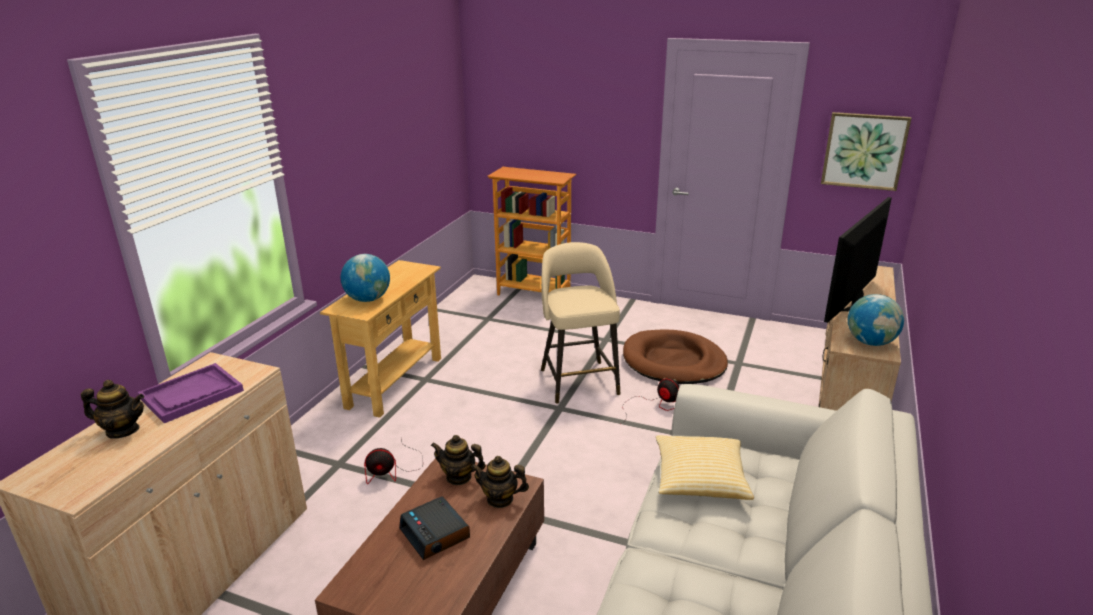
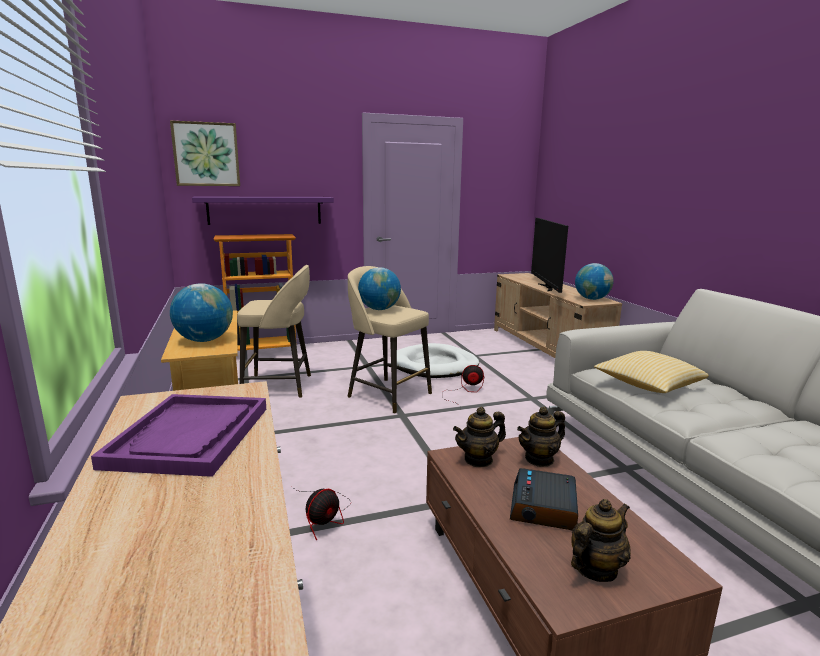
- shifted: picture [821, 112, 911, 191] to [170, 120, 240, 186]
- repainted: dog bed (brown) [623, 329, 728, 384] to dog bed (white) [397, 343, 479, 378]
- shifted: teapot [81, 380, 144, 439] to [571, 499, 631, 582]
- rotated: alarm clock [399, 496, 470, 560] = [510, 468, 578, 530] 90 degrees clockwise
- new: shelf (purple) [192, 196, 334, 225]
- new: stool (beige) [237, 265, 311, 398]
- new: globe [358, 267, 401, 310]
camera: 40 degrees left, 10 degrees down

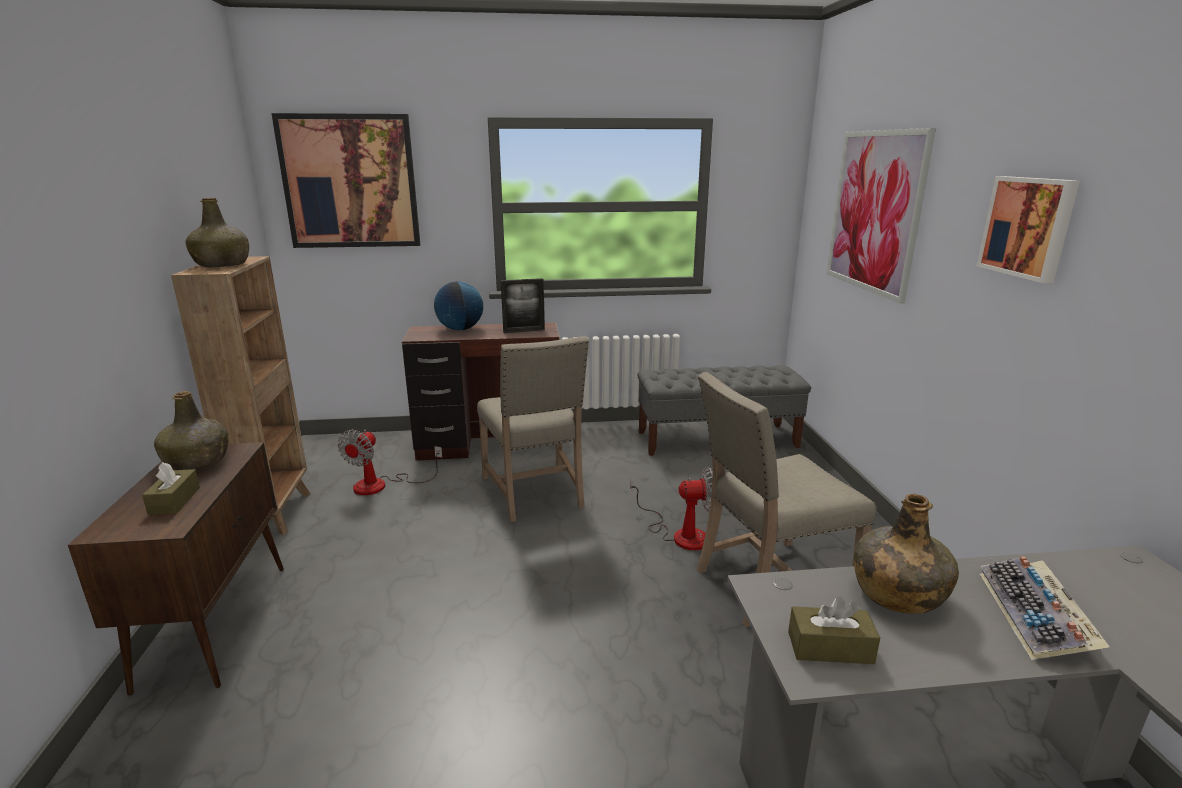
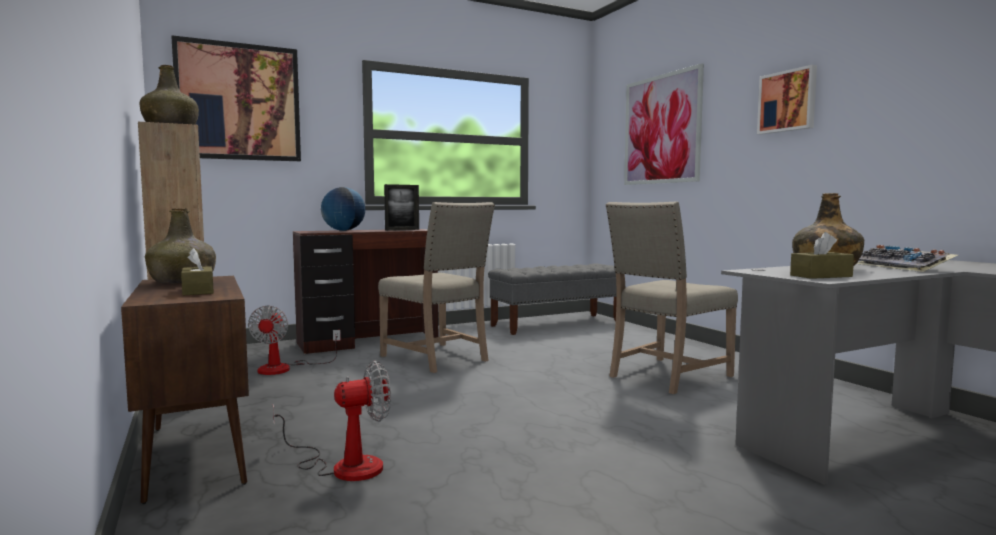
- shifted: fan [631, 467, 713, 550] to [273, 361, 391, 481]
camera: 20 degrees left, 15 degrees down

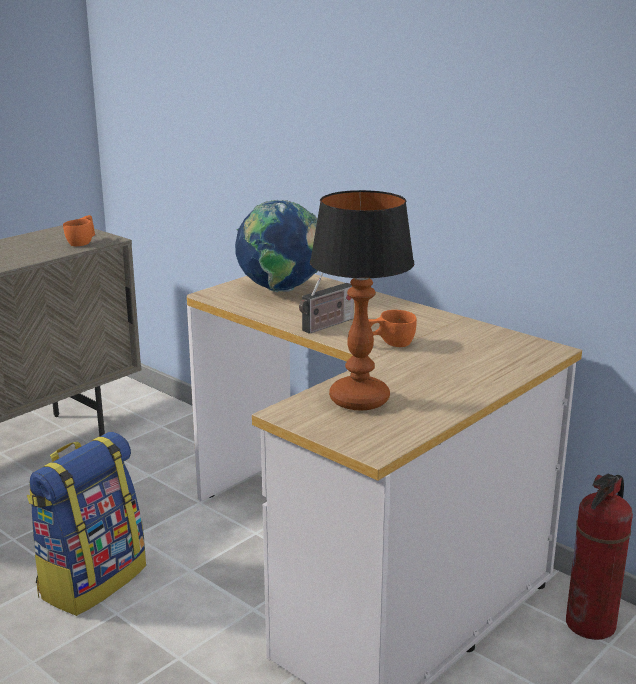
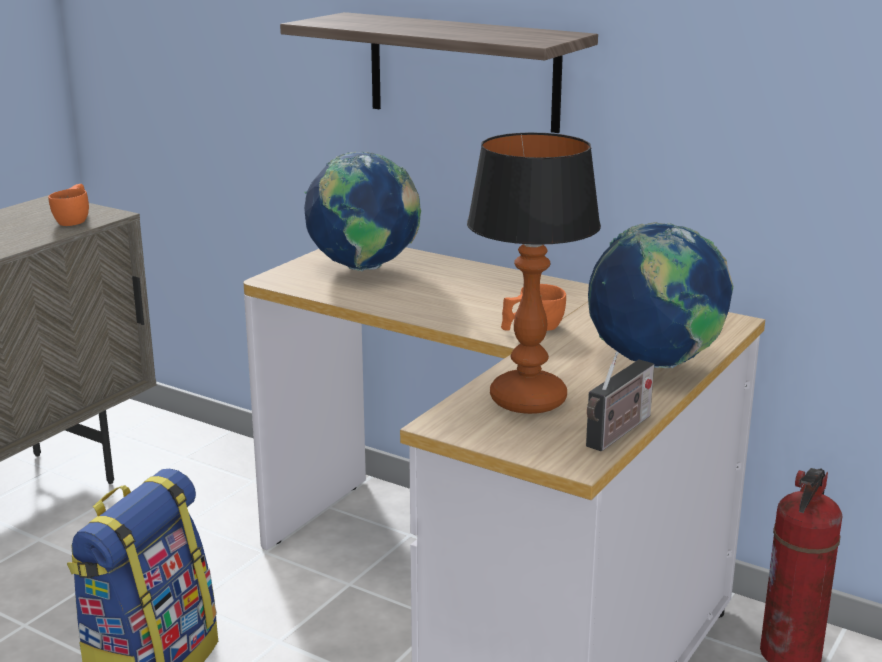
- shifted: radio [299, 273, 354, 334] to [586, 351, 654, 451]
- new: shelf [280, 12, 598, 133]
- new: globe [588, 222, 733, 368]
camera: 10 degrees left, 0 degrees up

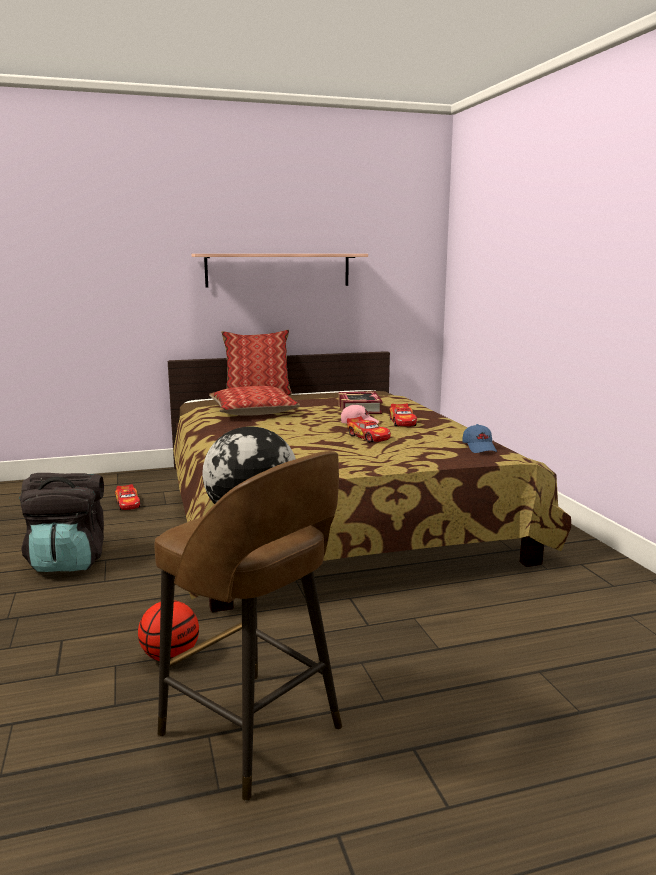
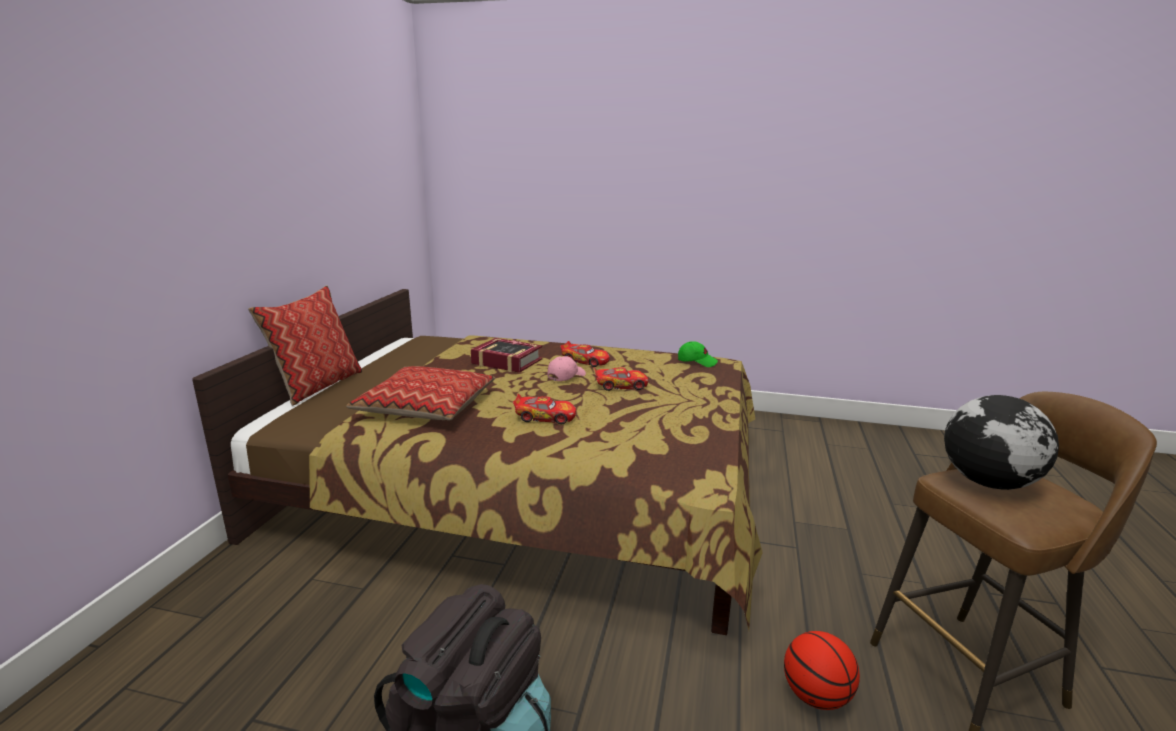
- gone: shelf [192, 254, 368, 288]
- repainted: cap (blue) [462, 424, 497, 453] to cap (green) [678, 341, 718, 367]
- shifted: toy car [115, 484, 140, 510] to [513, 394, 576, 424]
camera: 60 degrees left, 5 degrees up

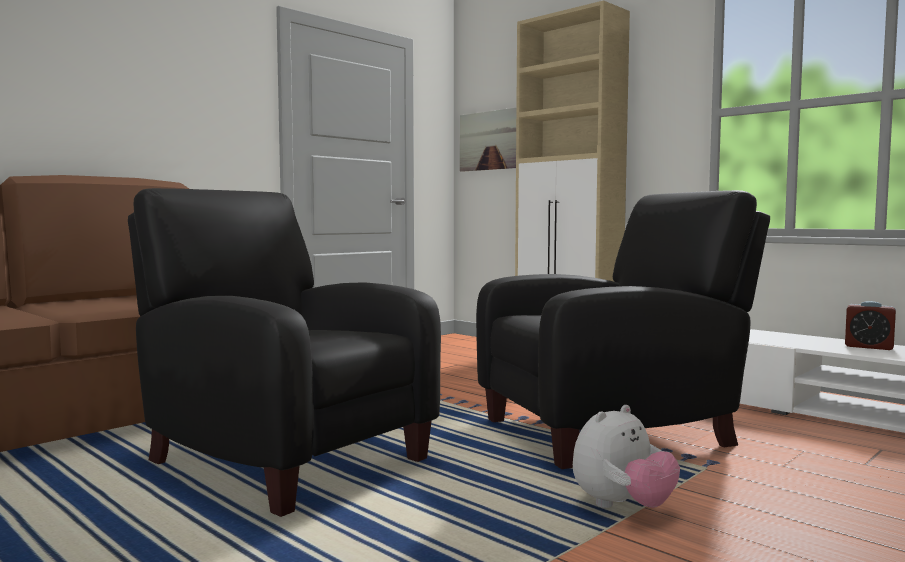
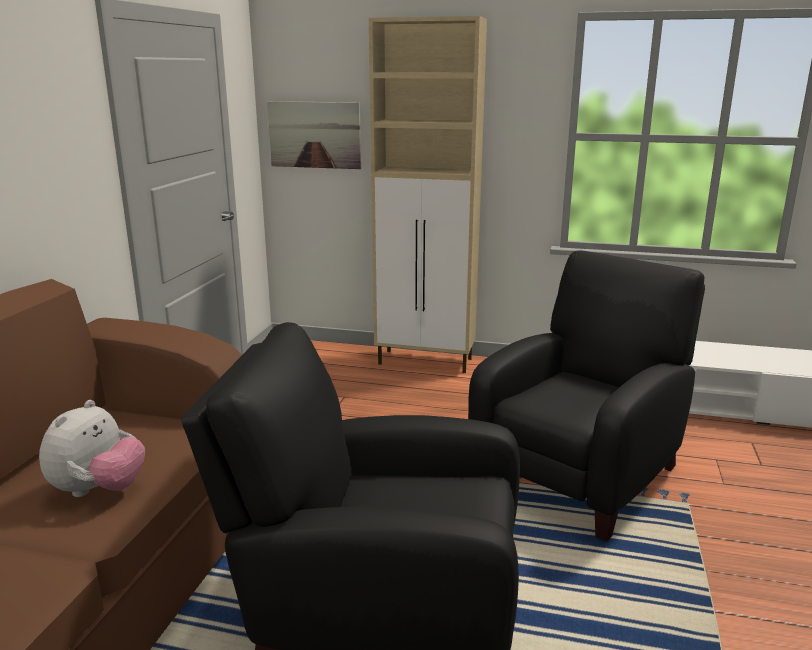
- gone: alarm clock [845, 301, 896, 350]
- shifted: plush toy [573, 405, 680, 508] to [39, 400, 145, 497]
camera: 30 degrees left, 15 degrees up

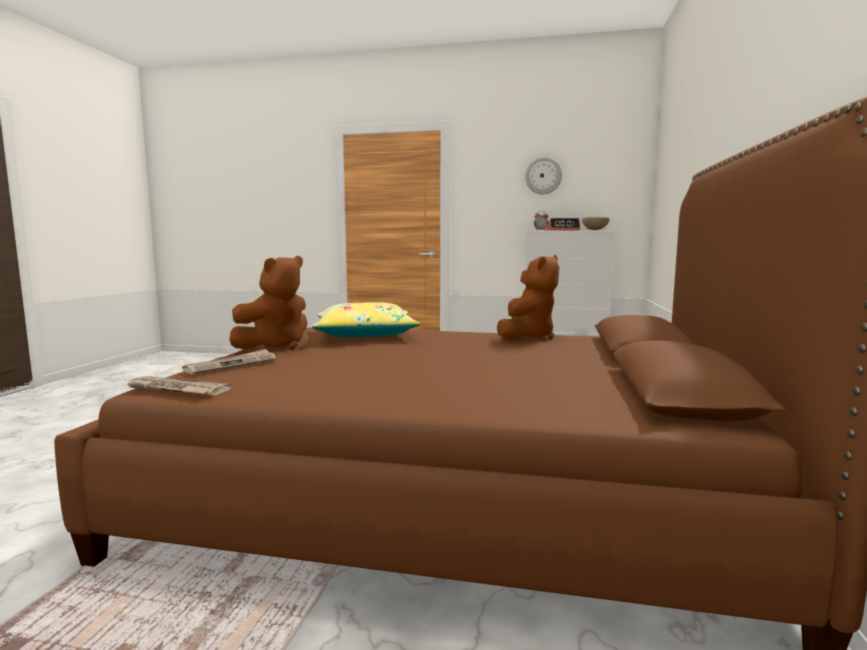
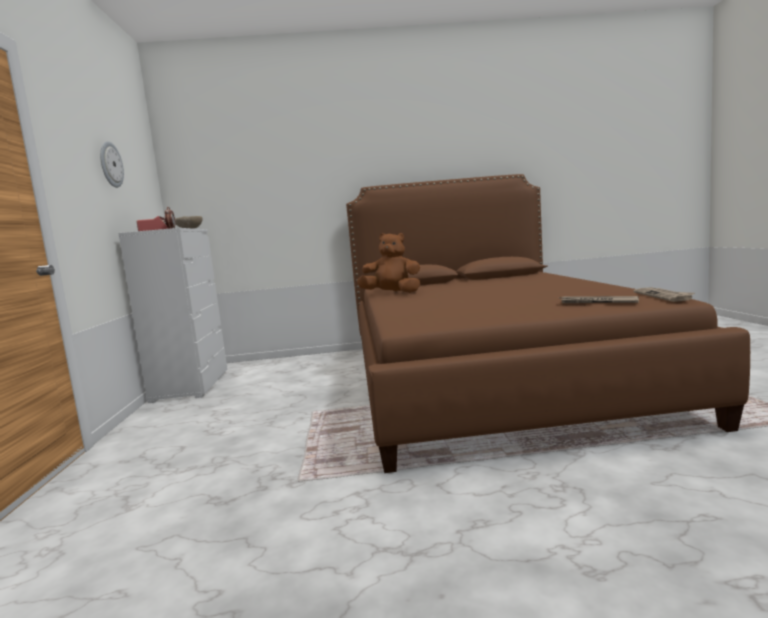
- gone: plush toy (brown) [230, 256, 307, 350]
- gone: pillow (yellow) [312, 302, 420, 337]
camera: 105 degrees left, 0 degrees up

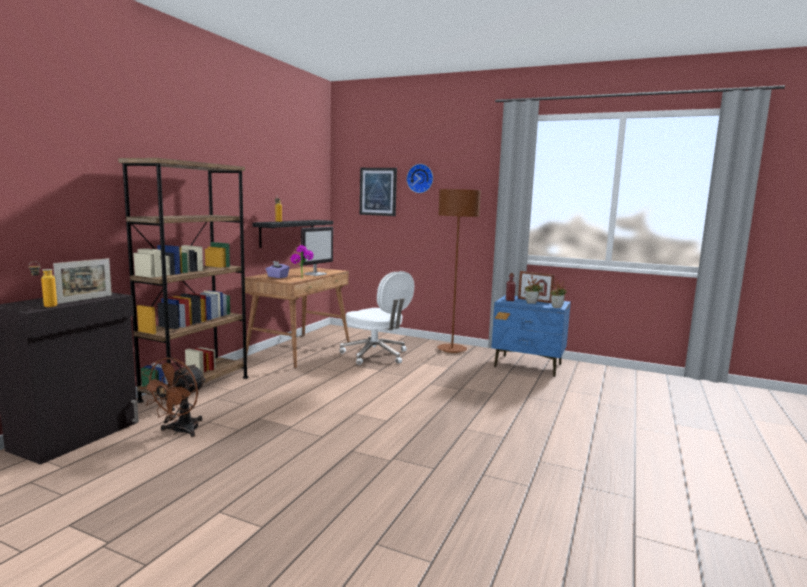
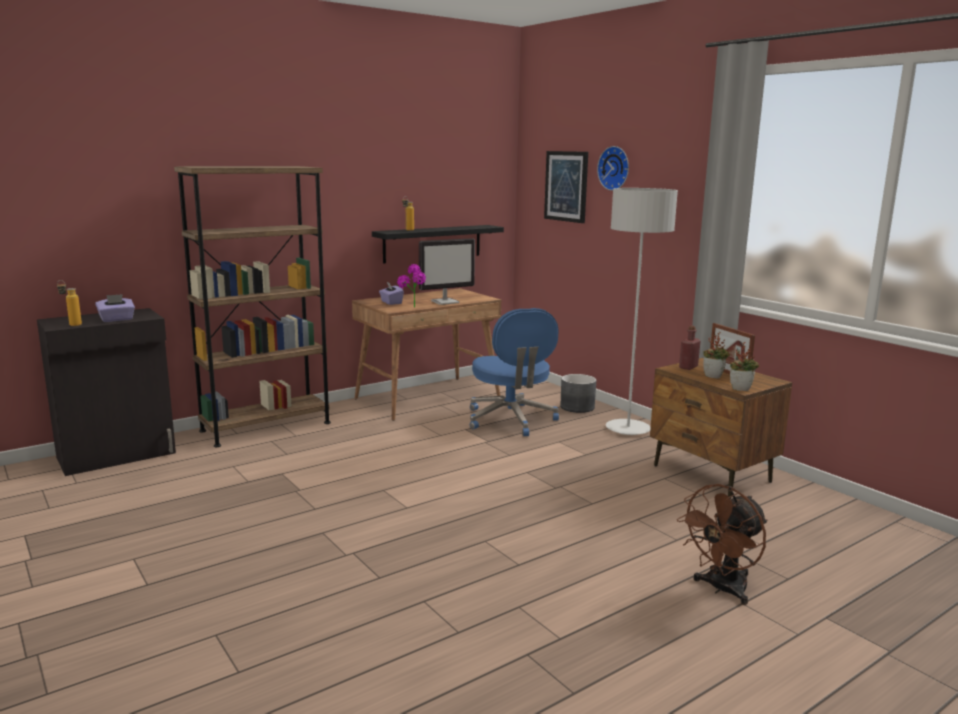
- repainted: floor lamp (brown) [437, 189, 481, 353] to floor lamp (grey) [606, 188, 678, 435]
- swapped: picture frame [53, 258, 112, 304] to tissue box (purple) [95, 294, 135, 322]
- repainted: office chair (white) [340, 271, 414, 365] to office chair (blue) [470, 308, 559, 436]
- repainted: nightstand (blue) [491, 295, 571, 377] to nightstand (brown) [650, 358, 792, 499]
- shifted: fan (brown) [140, 357, 206, 437] to [677, 484, 767, 605]
- new: planter (grey) [560, 374, 596, 413]
camera: 30 degrees right, 5 degrees up

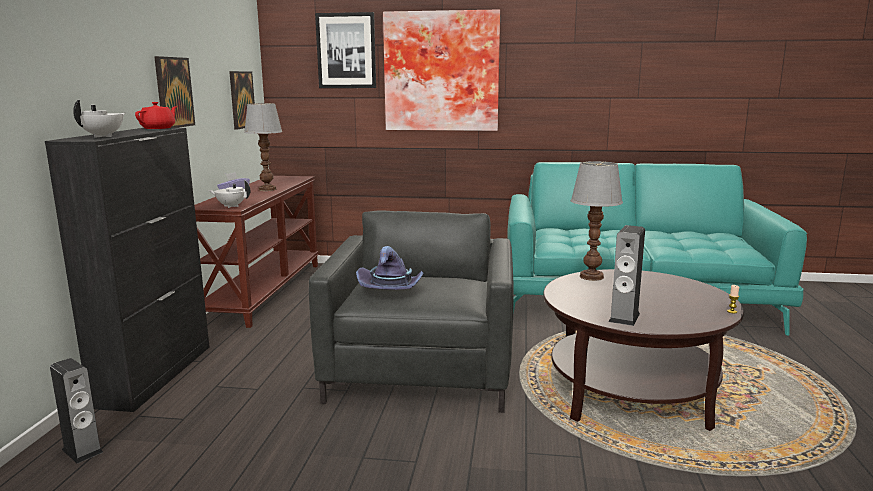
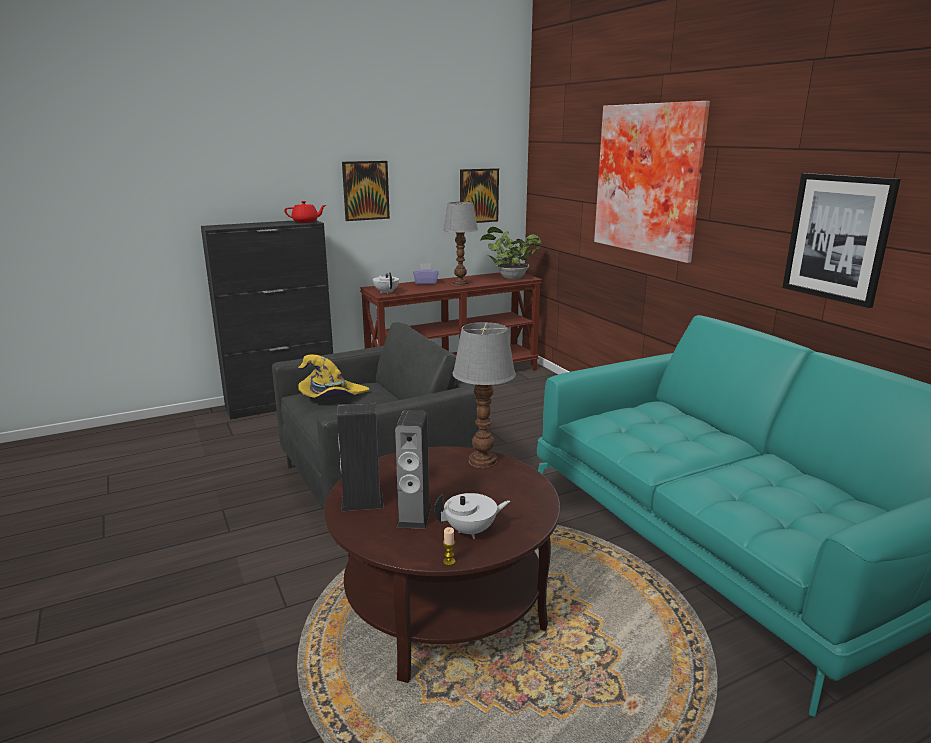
- shifted: picture [315, 12, 376, 88] to [782, 173, 901, 308]
- shifted: teapot (white) [73, 100, 125, 138] to [434, 493, 510, 539]
- repainted: hat (purple) [356, 246, 423, 290] to hat (yellow) [298, 354, 369, 398]
- shifted: speaker [50, 358, 103, 464] to [395, 410, 431, 529]
- new: potted plant [480, 227, 541, 280]
camera: 55 degrees right, 5 degrees up

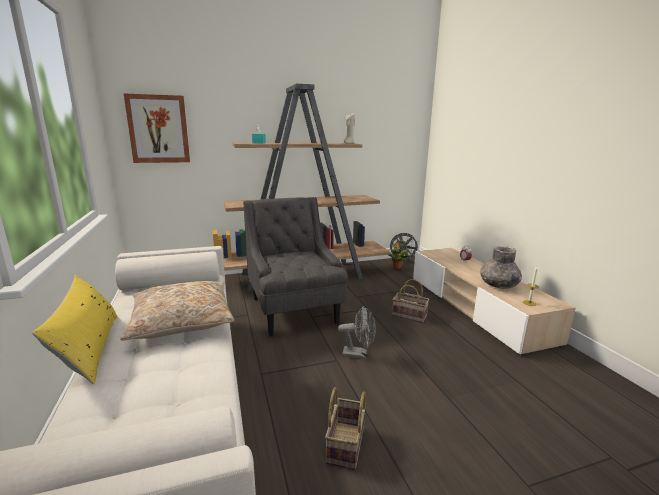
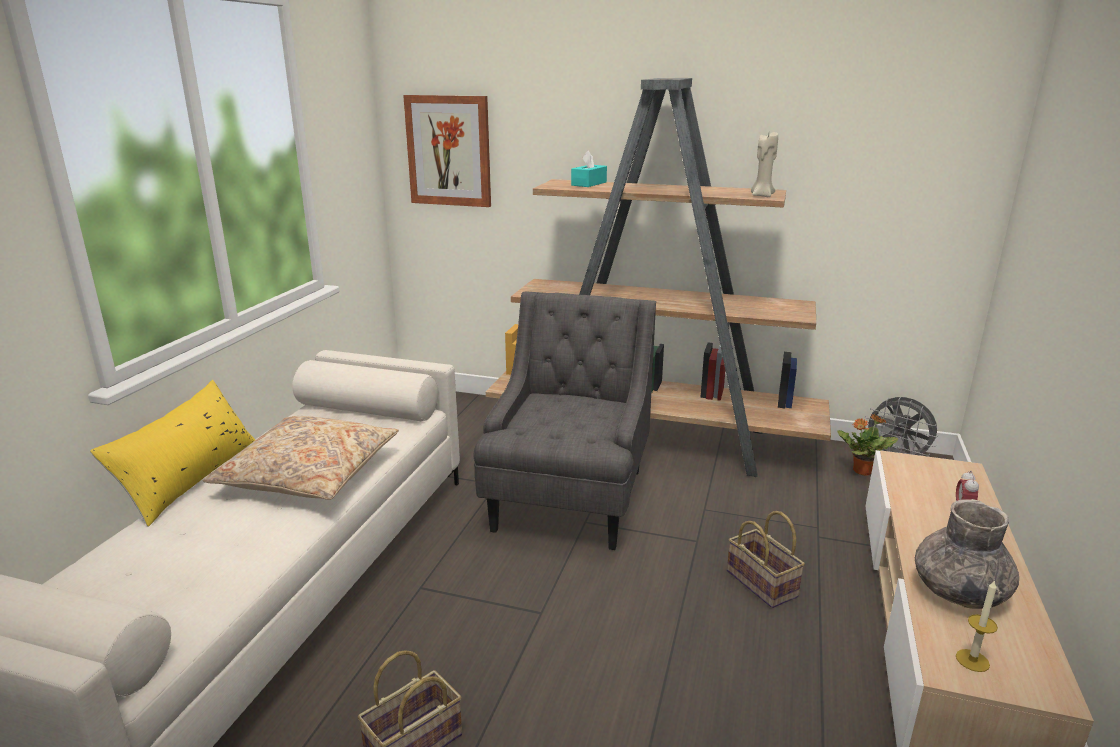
- gone: fan (grey) [338, 306, 376, 359]
camera: 35 degrees right, 5 degrees up

